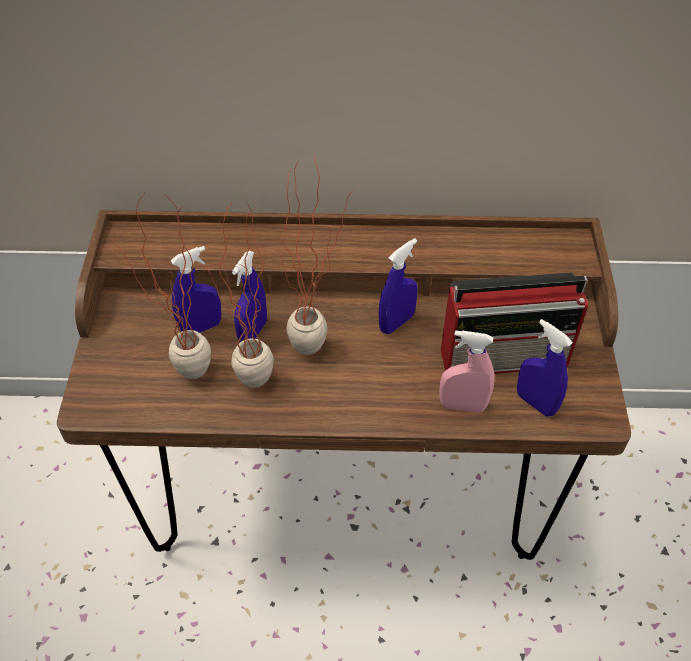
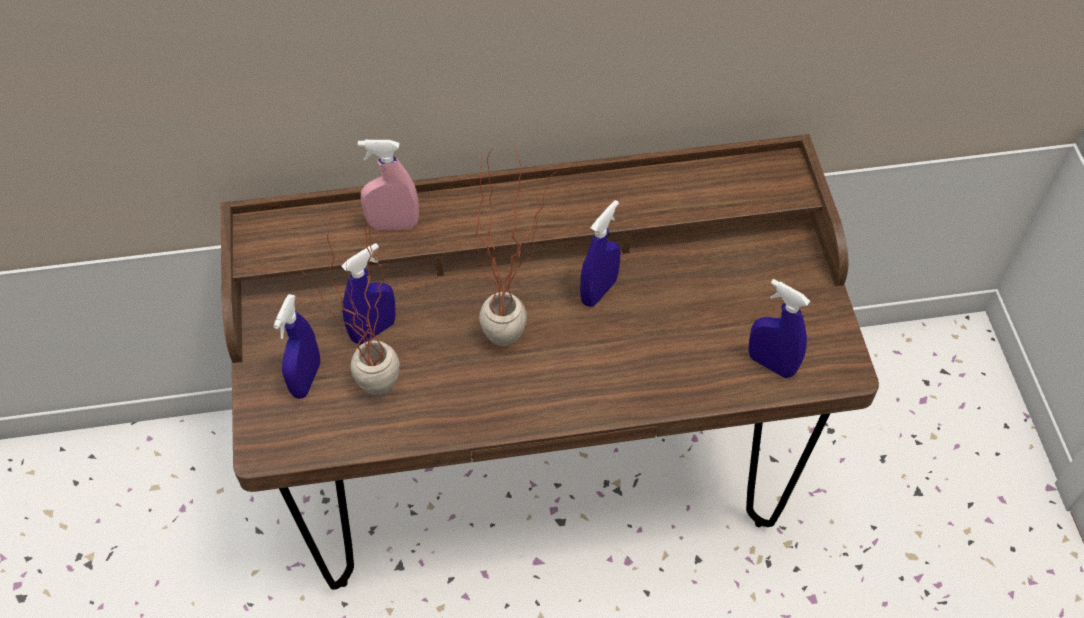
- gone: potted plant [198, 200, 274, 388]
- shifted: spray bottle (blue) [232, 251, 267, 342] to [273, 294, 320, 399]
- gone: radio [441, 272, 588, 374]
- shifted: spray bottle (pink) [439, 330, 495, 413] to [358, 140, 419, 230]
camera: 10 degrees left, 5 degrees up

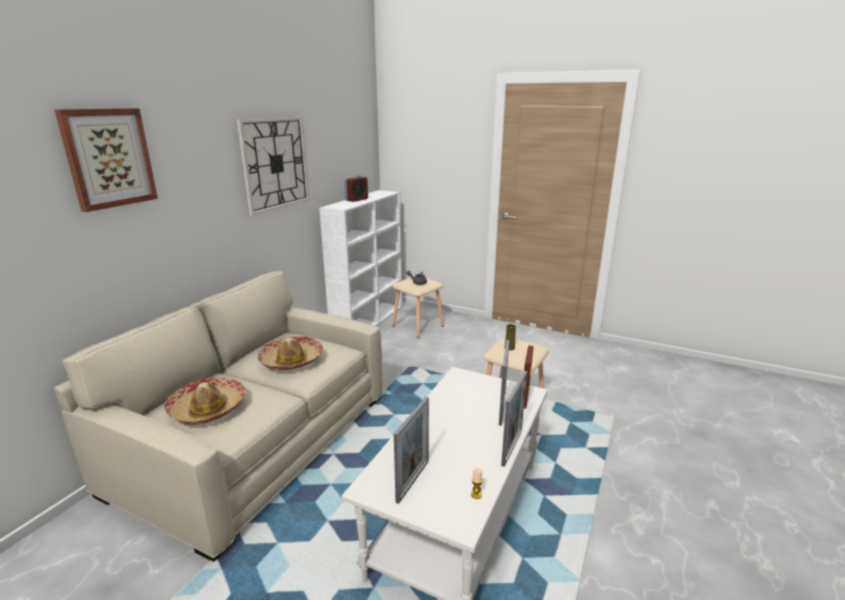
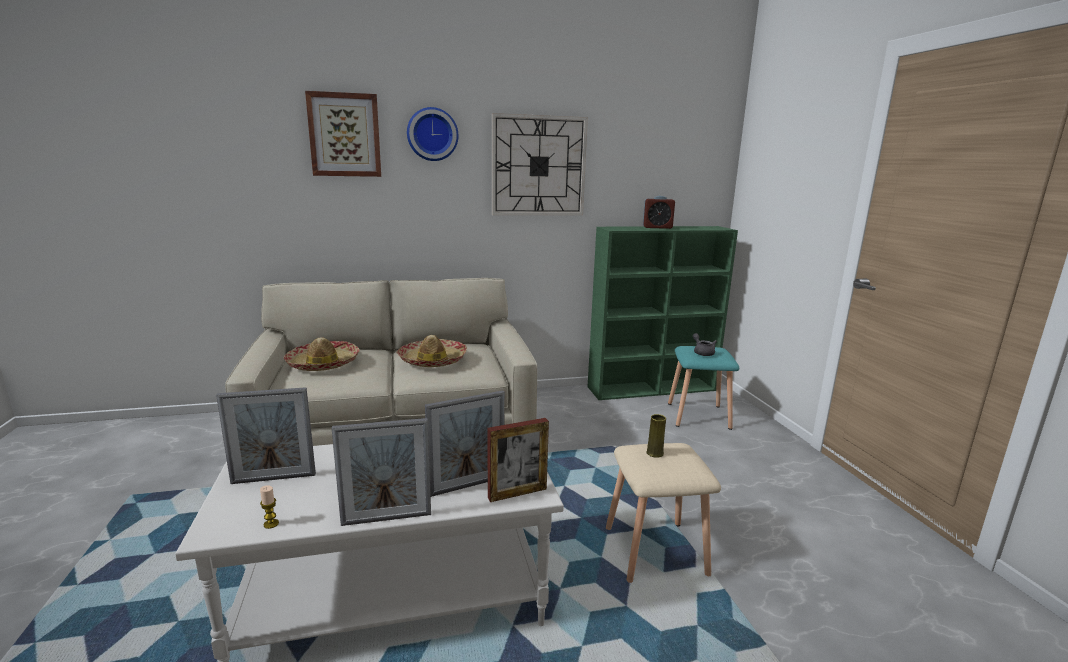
- repainted: bookcase (white) [319, 190, 402, 326] to bookcase (green) [588, 226, 738, 400]
- repainted: stool (beige) [392, 278, 444, 338] to stool (turquoise) [668, 346, 739, 430]
- new: wall clock [407, 107, 458, 161]
camera: 50 degrees right, 5 degrees down

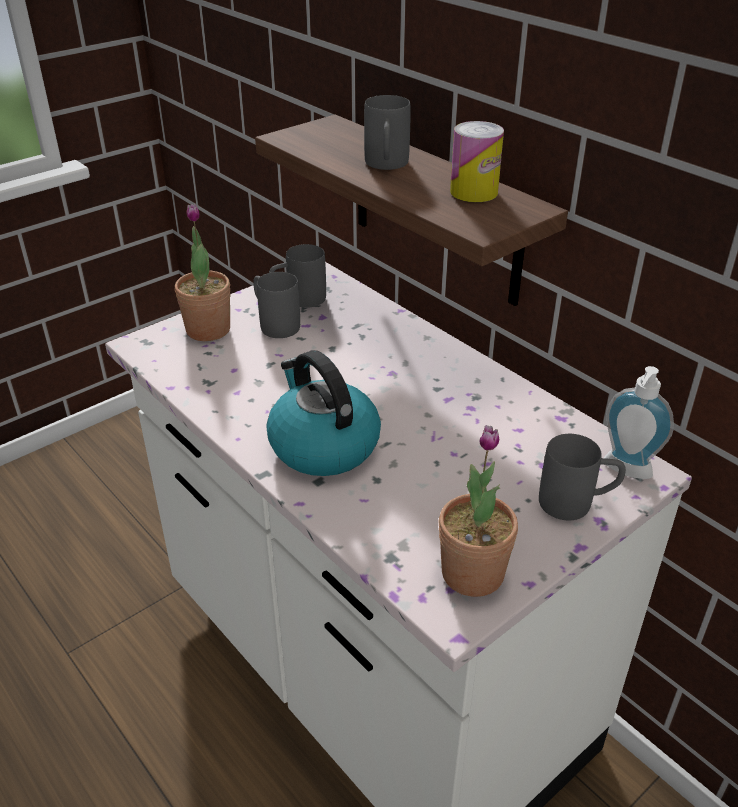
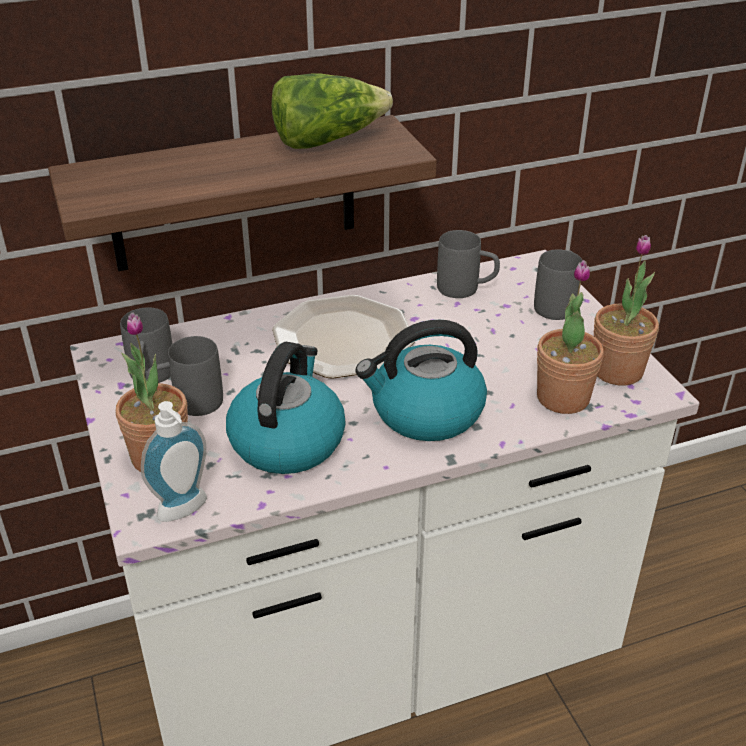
- shifted: mug (grey) [364, 95, 411, 170] to [437, 230, 500, 298]
- swapped: can [450, 121, 504, 202] to lettuce [271, 73, 393, 149]
- shifted: soap dispenser [604, 366, 674, 479] to [141, 401, 207, 522]
- new: potted plant [537, 260, 604, 414]
- new: plate [272, 295, 415, 379]
- new: kettle [226, 342, 346, 474]
camera: 70 degrees left, 0 degrees up

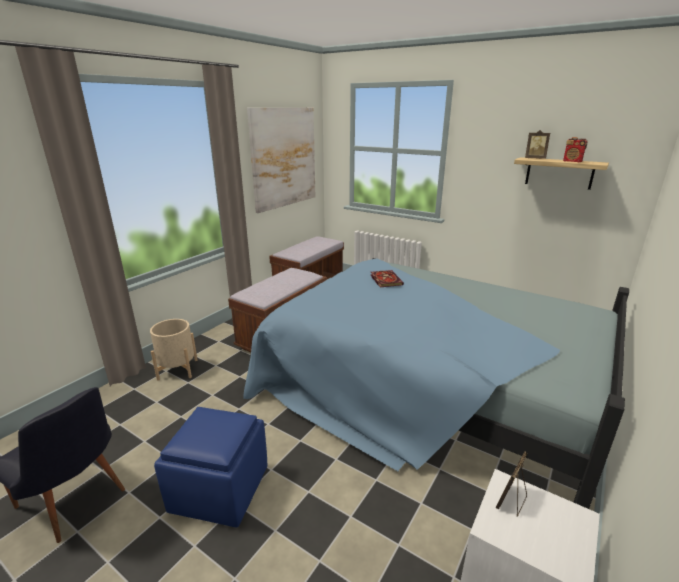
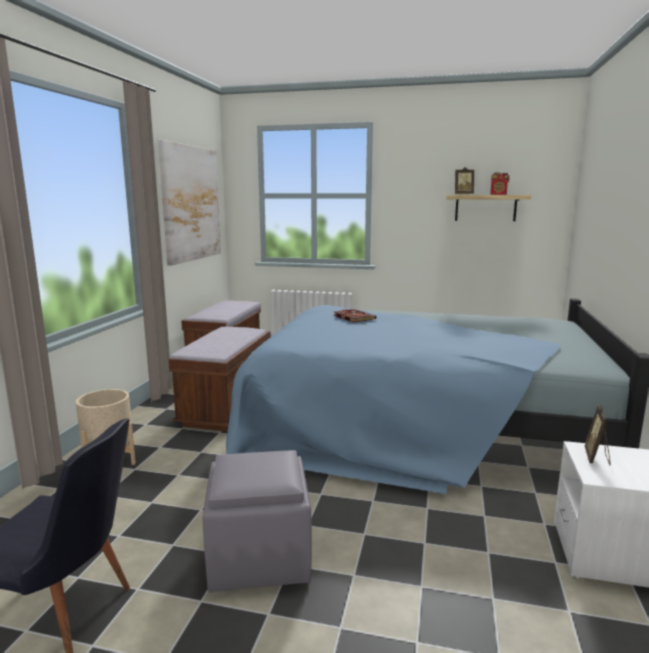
- repainted: ottoman (blue) [154, 407, 267, 528] to ottoman (grey) [203, 450, 312, 592]
camera: 20 degrees left, 10 degrees down

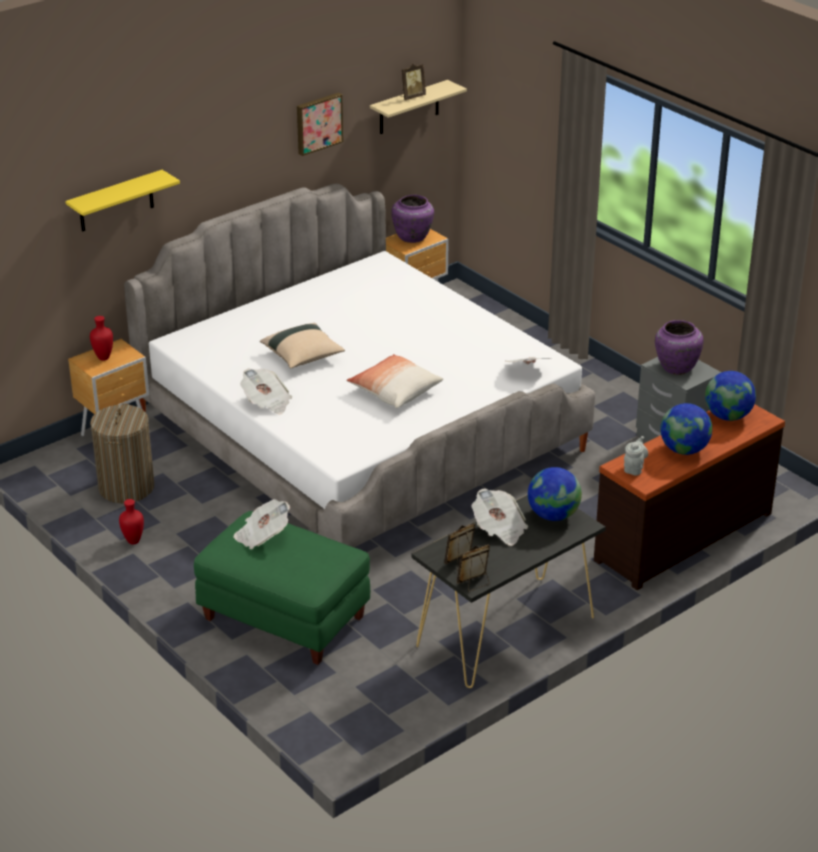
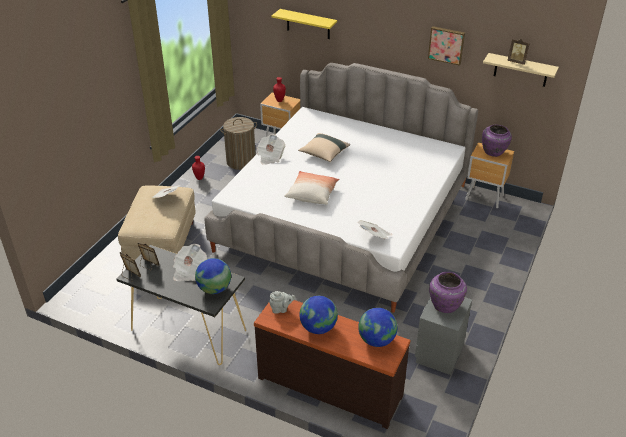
- repainted: ottoman (green) [194, 511, 370, 665] to ottoman (beige) [118, 185, 196, 260]
camera: 65 degrees right, 5 degrees up

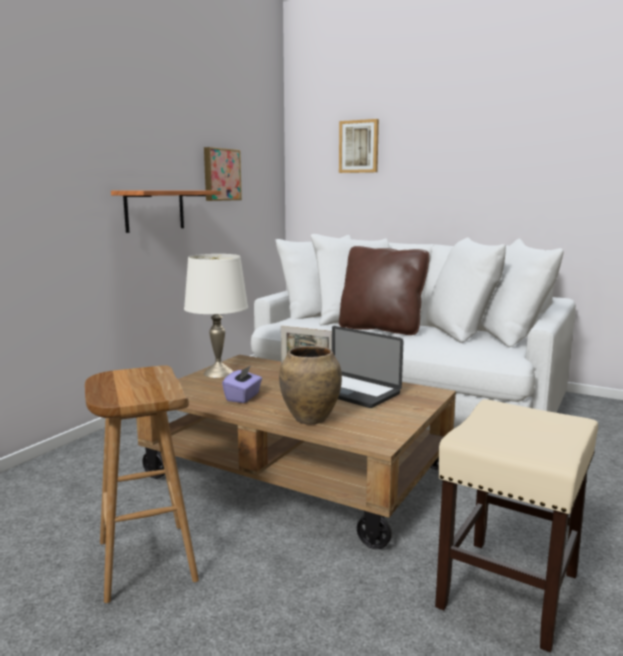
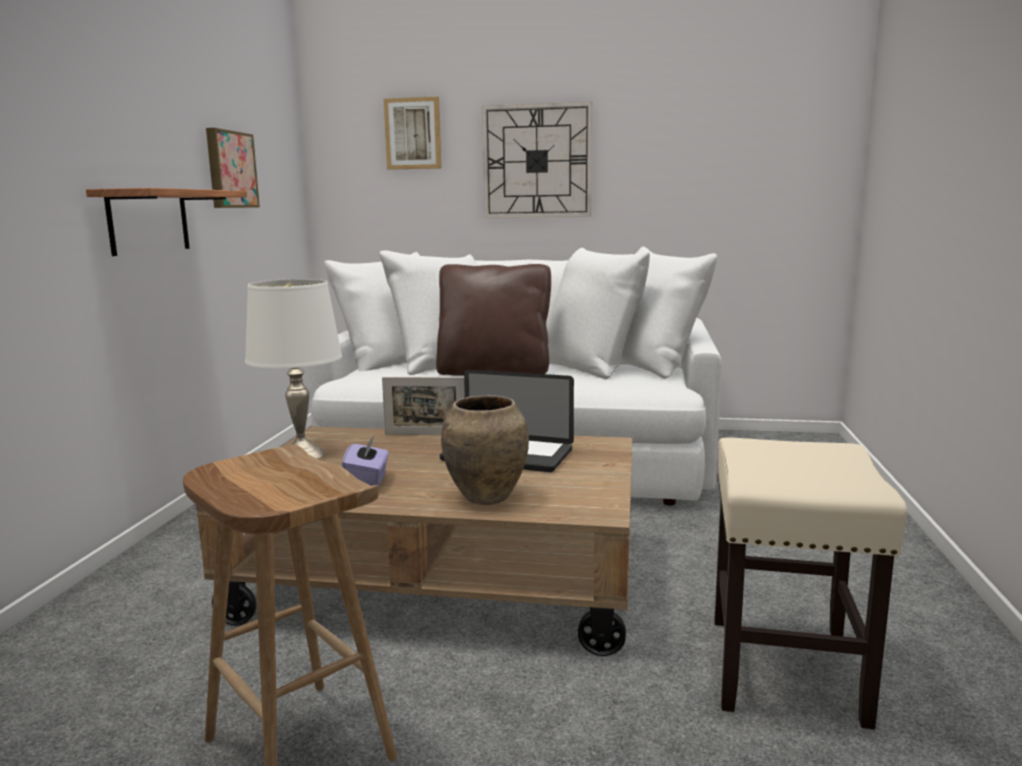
- new: wall clock [482, 102, 592, 218]
camera: 20 degrees left, 0 degrees up

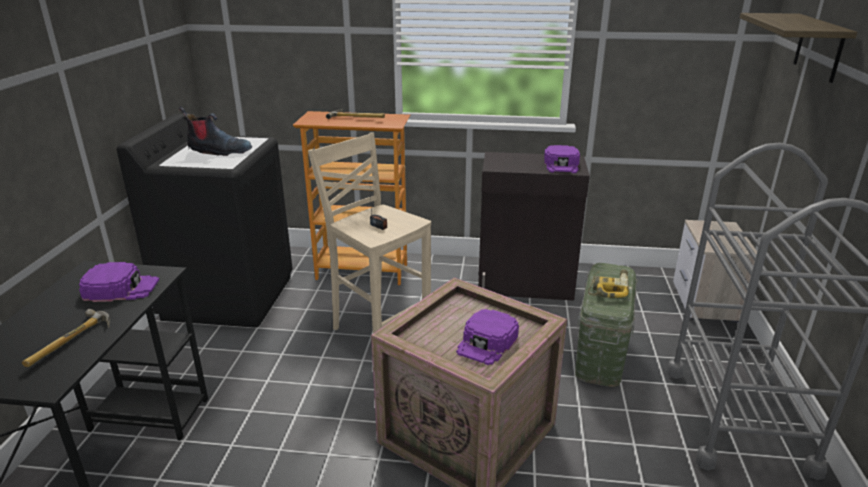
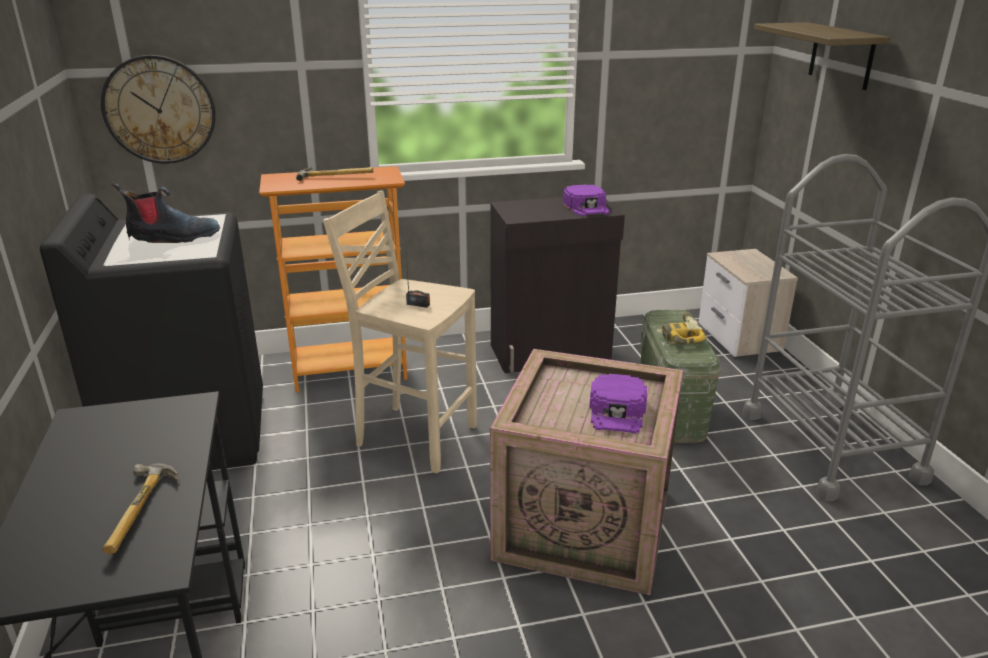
- gone: cap (purple) [79, 262, 159, 302]
- new: wall clock [101, 55, 216, 164]
camera: 20 degrees left, 0 degrees up

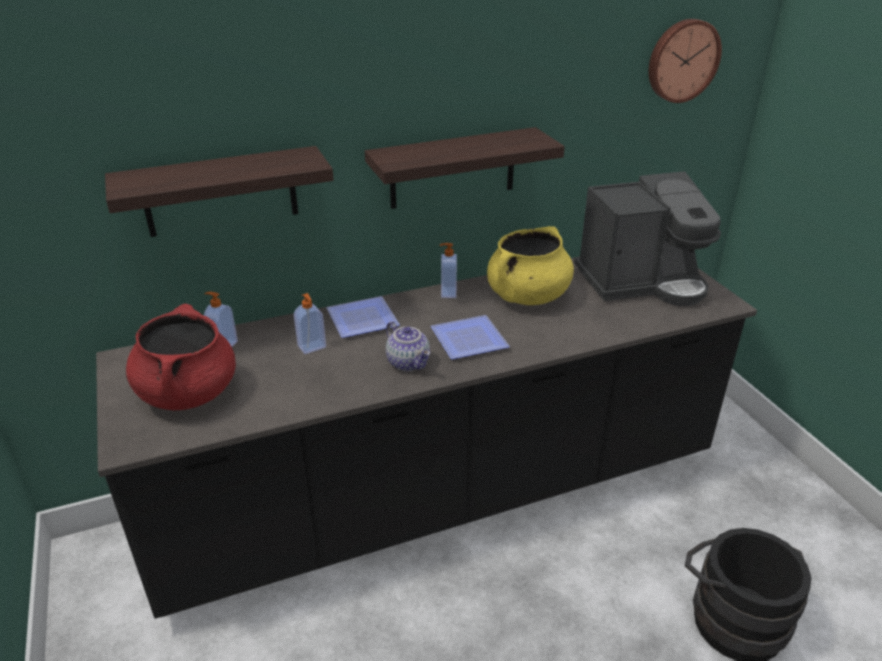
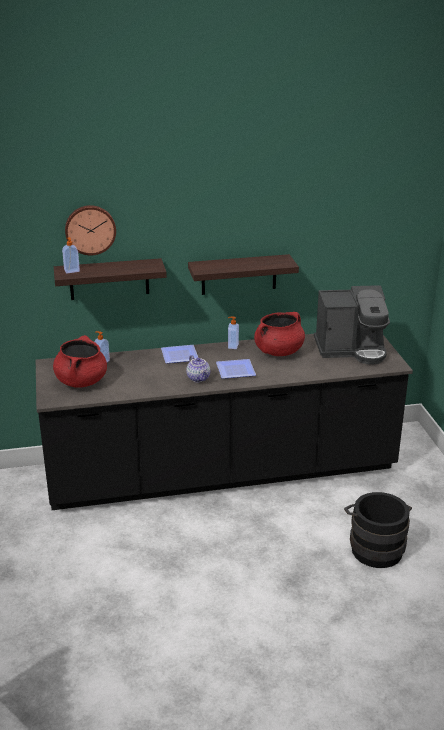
- shifted: wall clock [648, 19, 722, 103] to [65, 205, 116, 255]
- repainted: cooking pot (yellow) [487, 226, 574, 305] to cooking pot (red) [254, 312, 305, 356]
- shifted: soap dispenser [294, 293, 326, 354] to [62, 237, 80, 274]
camera: 10 degrees right, 5 degrees down

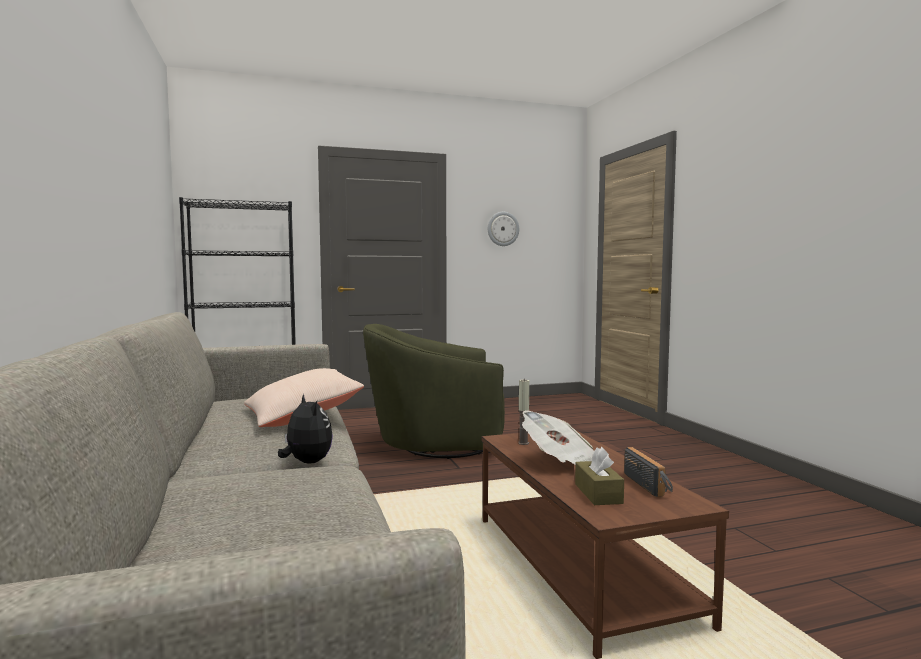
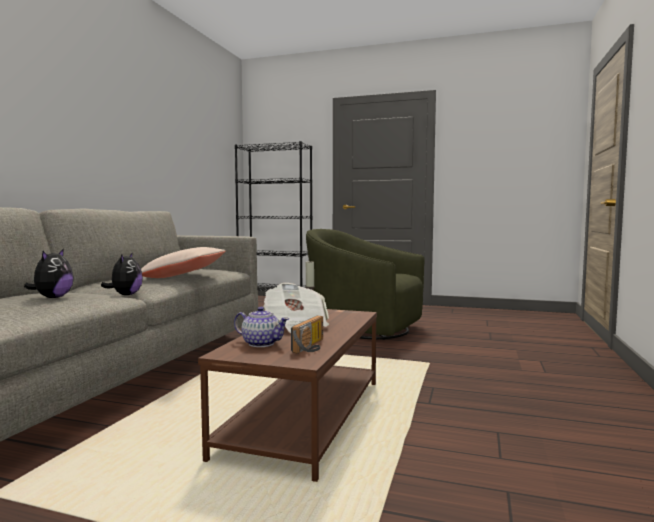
- gone: wall clock [488, 212, 519, 246]
- swapped: tissue box (brown) [575, 447, 624, 505] to teapot [234, 307, 289, 347]
- new: plush toy [24, 249, 74, 298]
camera: 35 degrees right, 0 degrees up

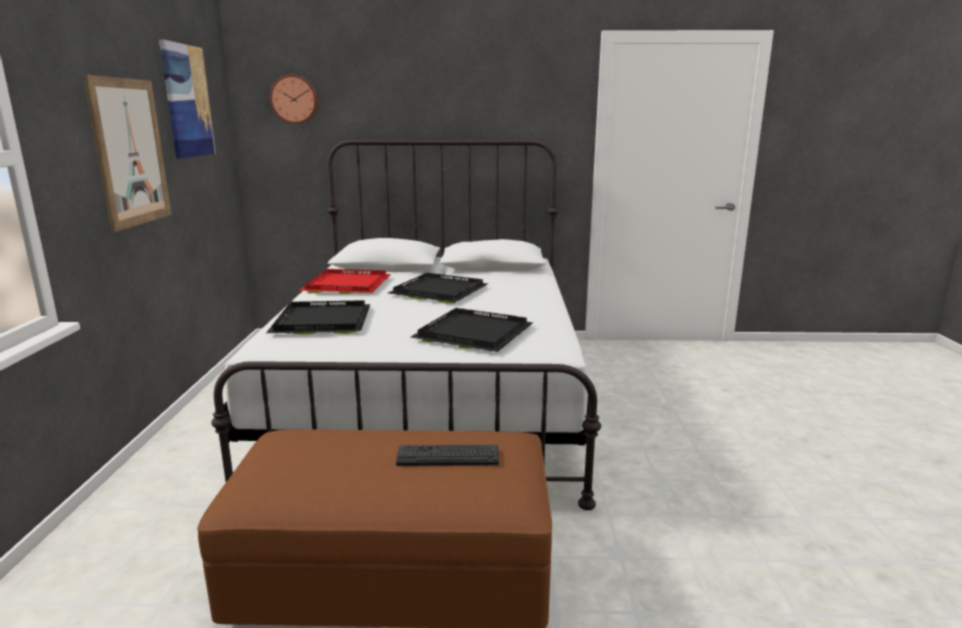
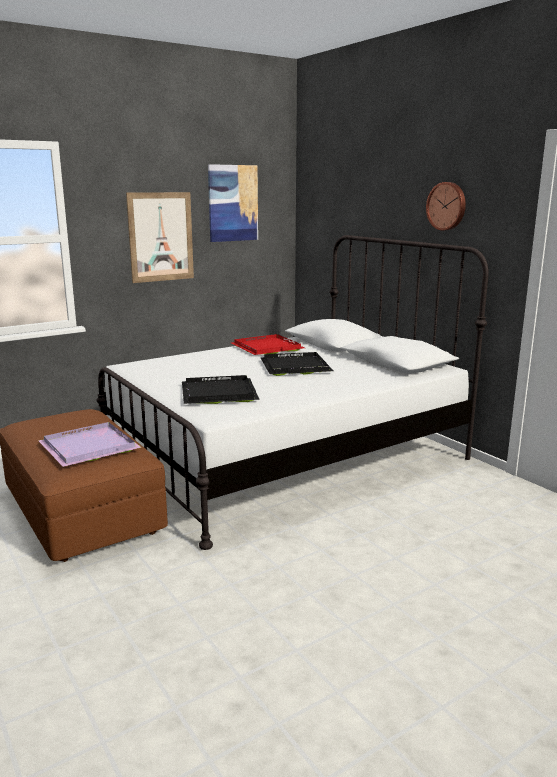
- shifted: wall clock [270, 75, 318, 124] to [426, 182, 466, 230]
- gone: tray (black) [266, 300, 370, 335]
- swapped: keyboard [396, 445, 499, 466] to tray (purple) [38, 422, 141, 467]
camera: 55 degrees right, 0 degrees up

